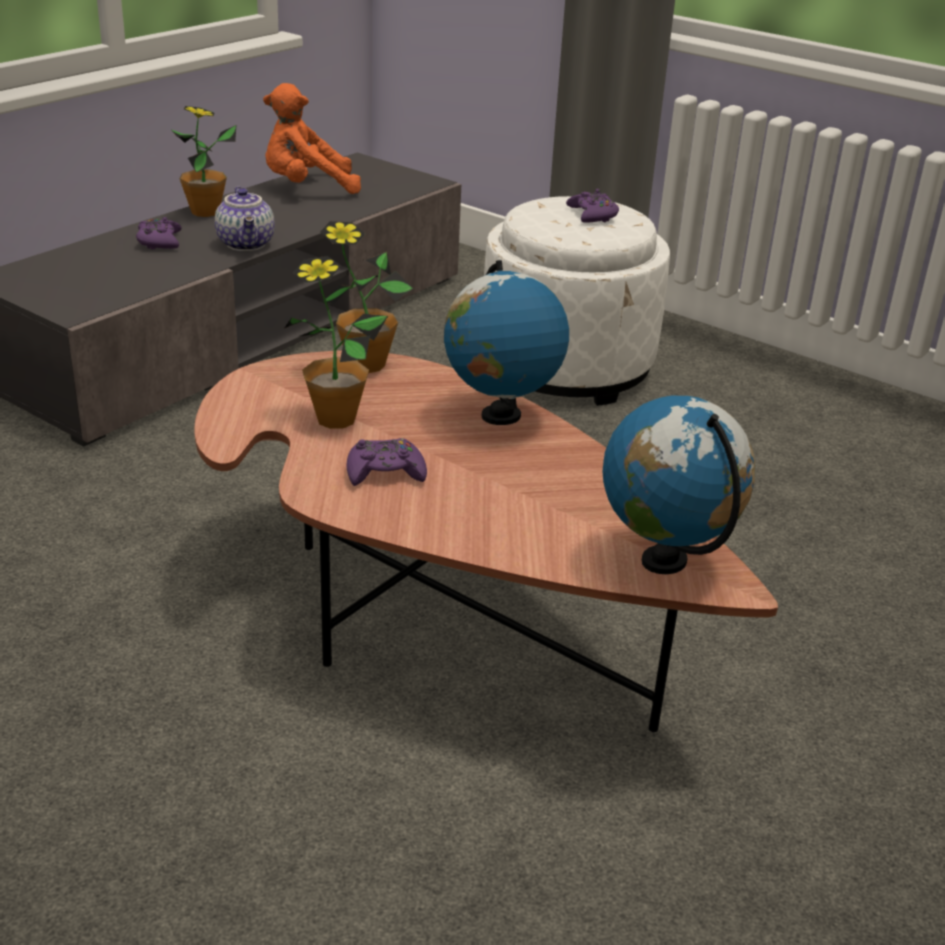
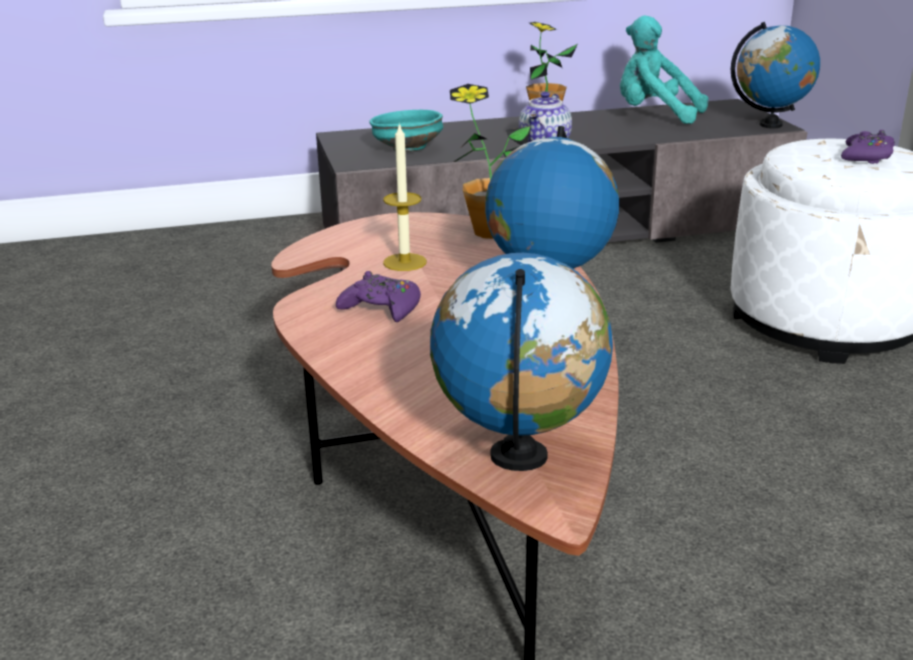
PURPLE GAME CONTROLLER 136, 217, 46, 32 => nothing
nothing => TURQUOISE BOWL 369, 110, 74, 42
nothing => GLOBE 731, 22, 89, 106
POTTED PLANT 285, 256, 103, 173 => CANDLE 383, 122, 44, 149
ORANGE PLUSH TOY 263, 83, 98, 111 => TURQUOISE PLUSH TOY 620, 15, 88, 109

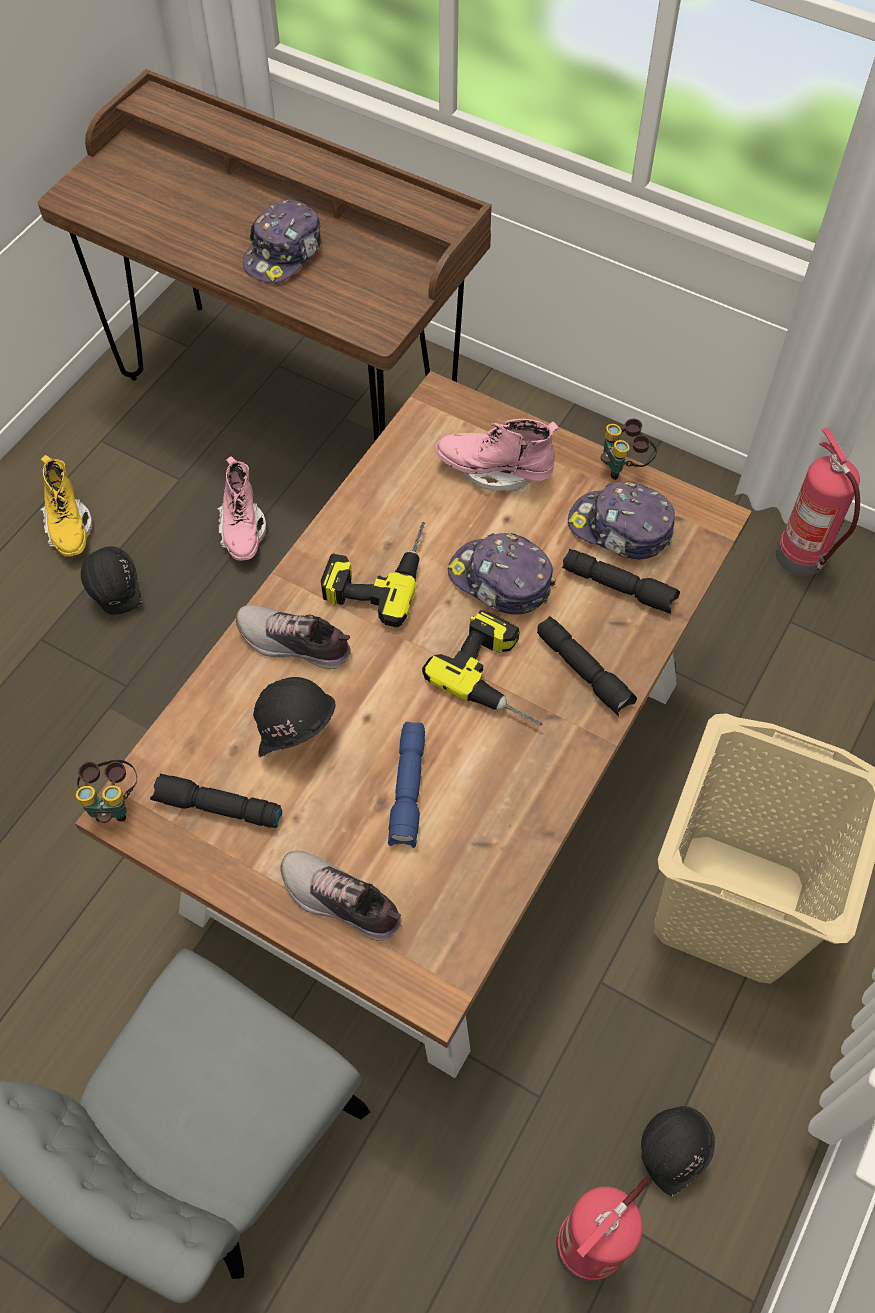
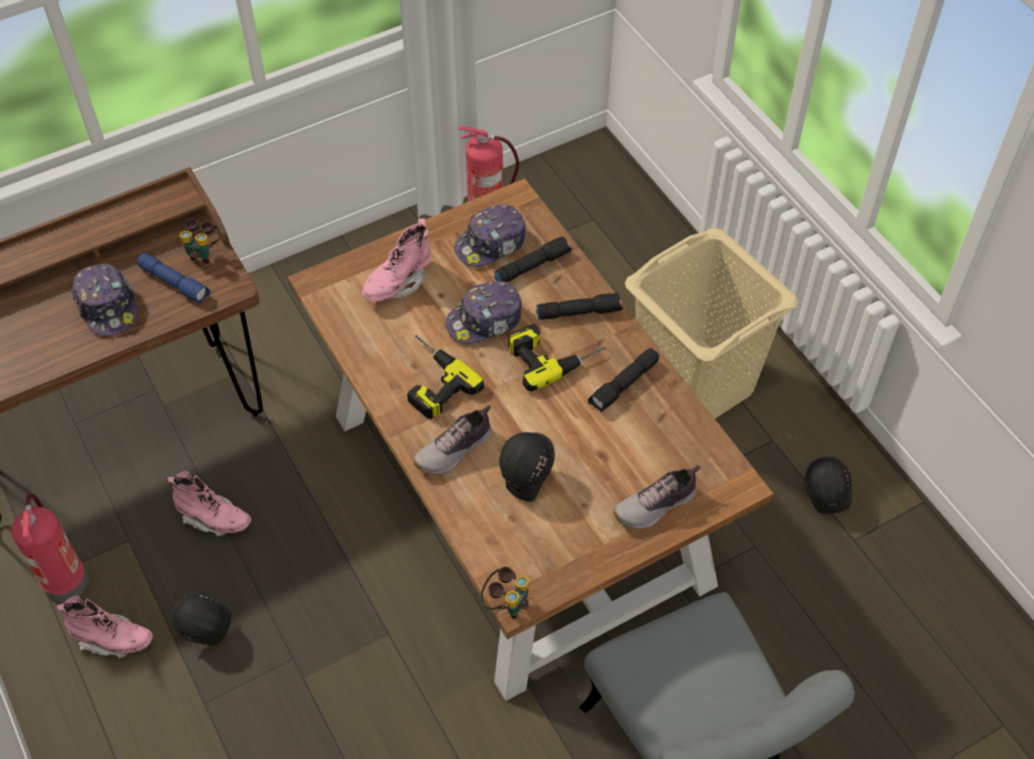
BLACK FLASHLIGHT 150, 774, 132, 54 => BLACK FLASHLIGHT 588, 348, 71, 65, shifted
BLUE FLASHLIGHT 388, 722, 37, 126 => BLUE FLASHLIGHT 137, 253, 73, 51, shifted
FIRE EXTINGUISHER 556, 1178, 94, 104 => FIRE EXTINGUISHER 11, 493, 77, 110, shifted
BINOCULARS 601, 419, 56, 61 => BINOCULARS 180, 219, 41, 44, shifted
YELLOW BOOT 40, 455, 52, 102 => PINK BOOT 57, 595, 96, 63

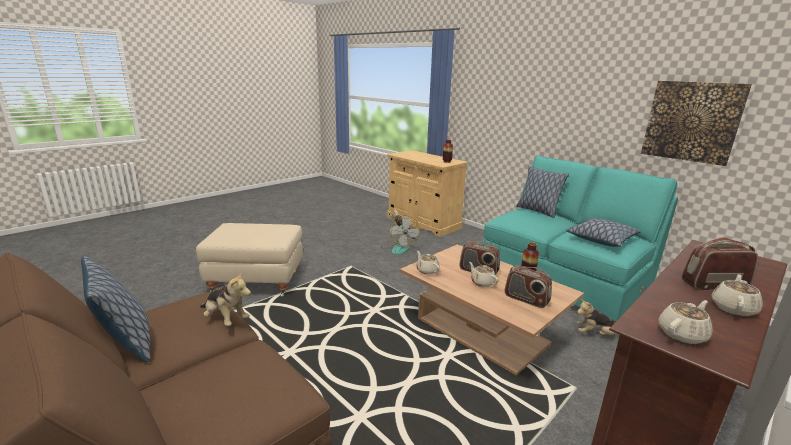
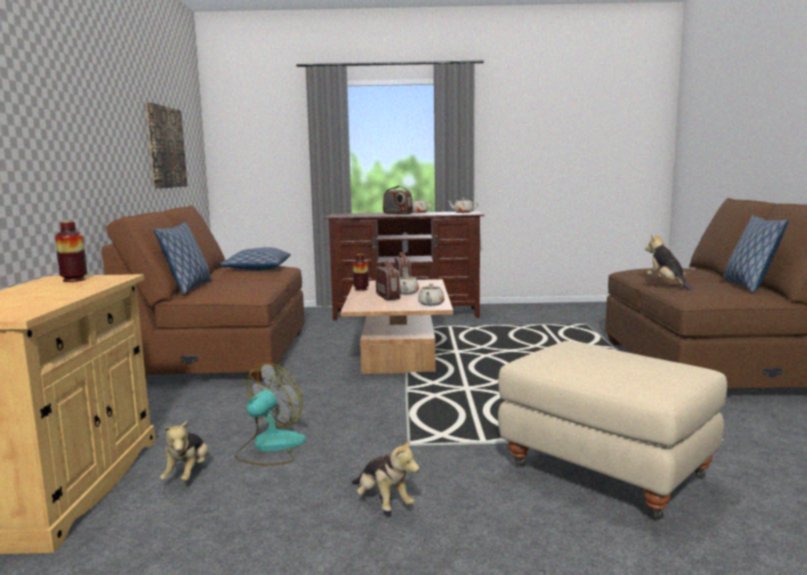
PLUSH TOY 576, 299, 44, 37 => PLUSH TOY 352, 437, 68, 74, shifted
TURQUOISE SOFA 482, 155, 196, 168 => BROWN SOFA 102, 205, 203, 176

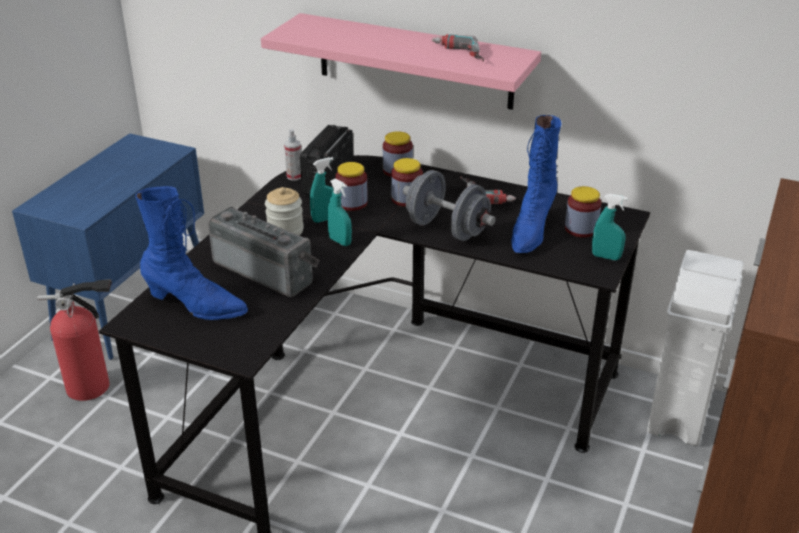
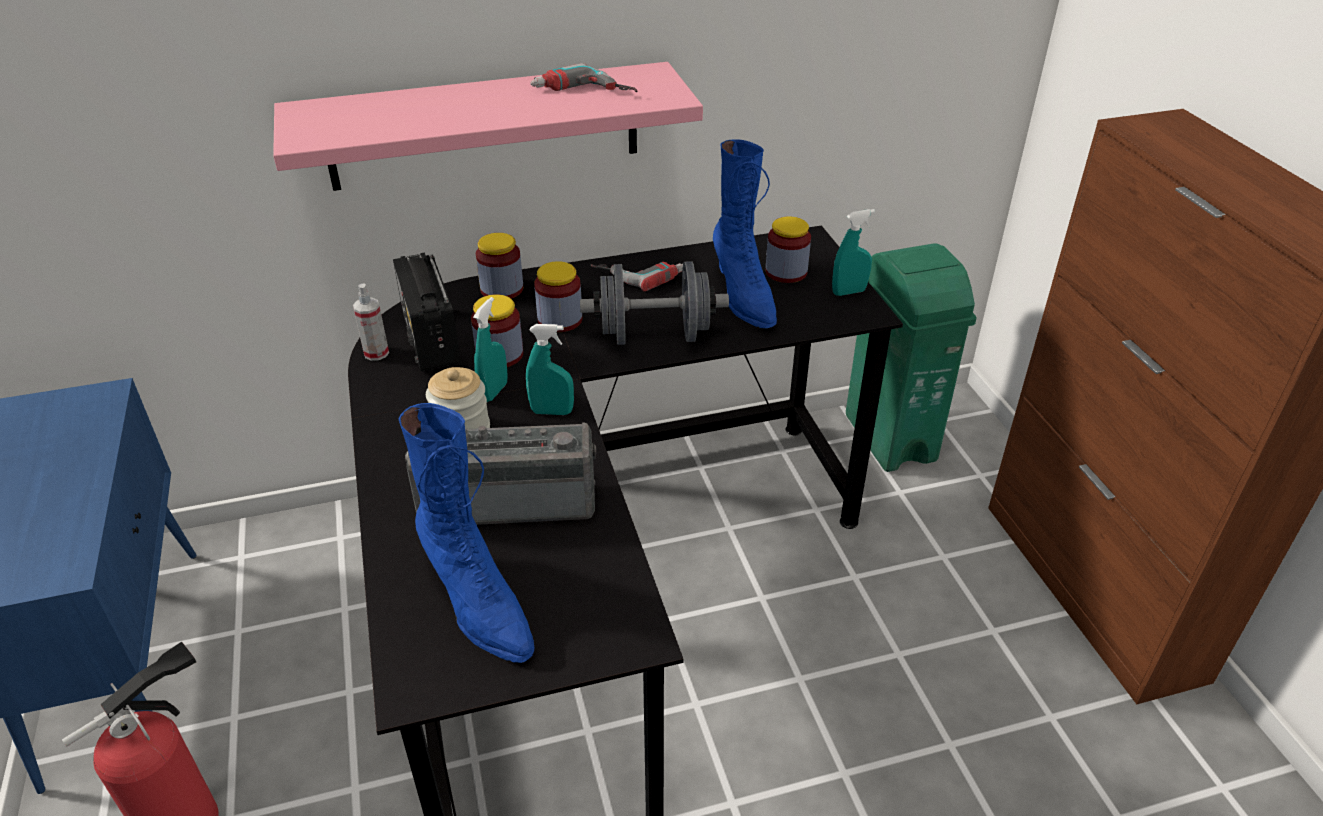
WHITE TRASH CAN 647, 250, 96, 196 => GREEN TRASH CAN 846, 243, 131, 229
BLUE BOOT 136, 186, 112, 134 => BLUE BOOT 398, 403, 136, 260, 75 degrees clockwise

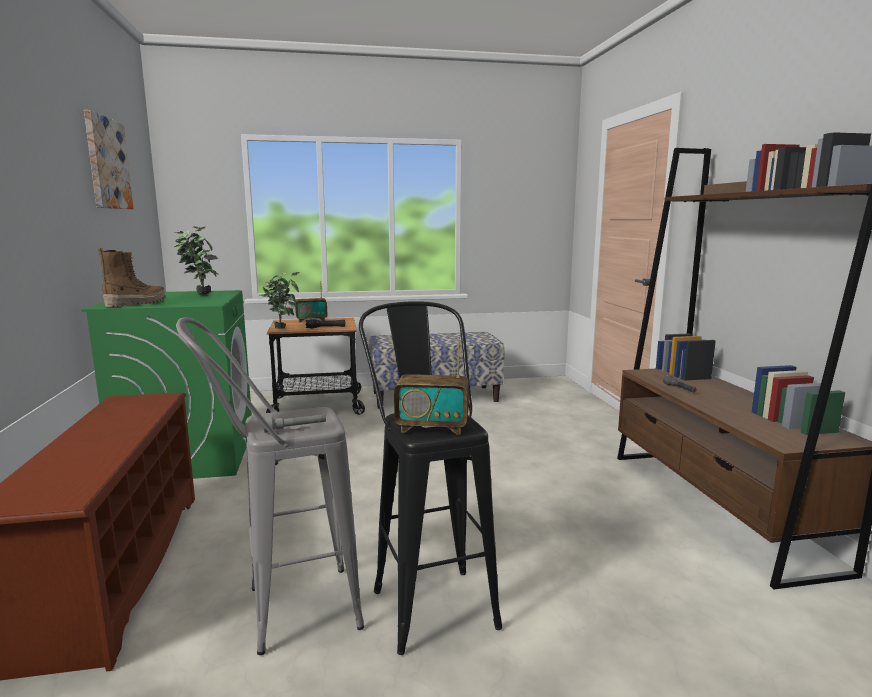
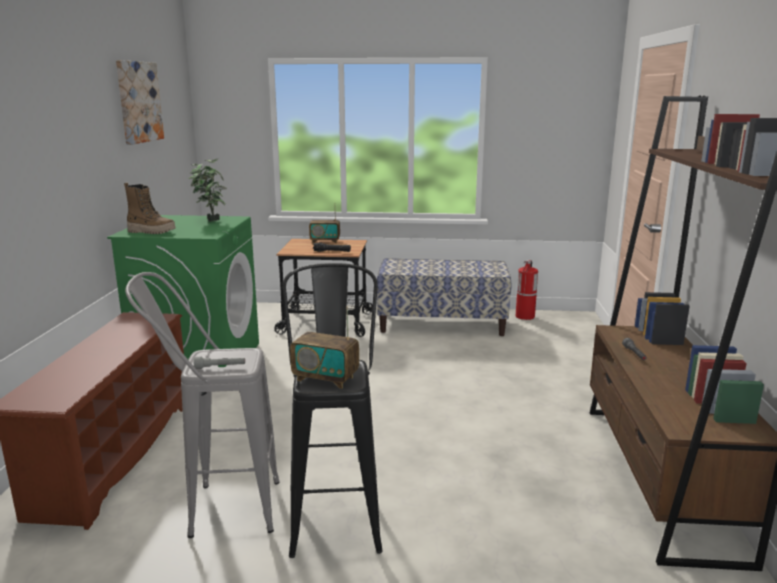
POTTED PLANT 260, 272, 39, 57 => nothing
nothing => FIRE EXTINGUISHER 516, 260, 22, 60
BOOT 98, 248, 68, 59 => BOOT 124, 183, 52, 51, 45 degrees clockwise

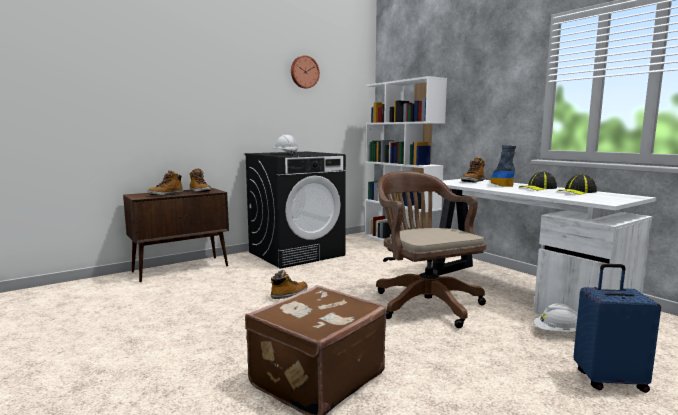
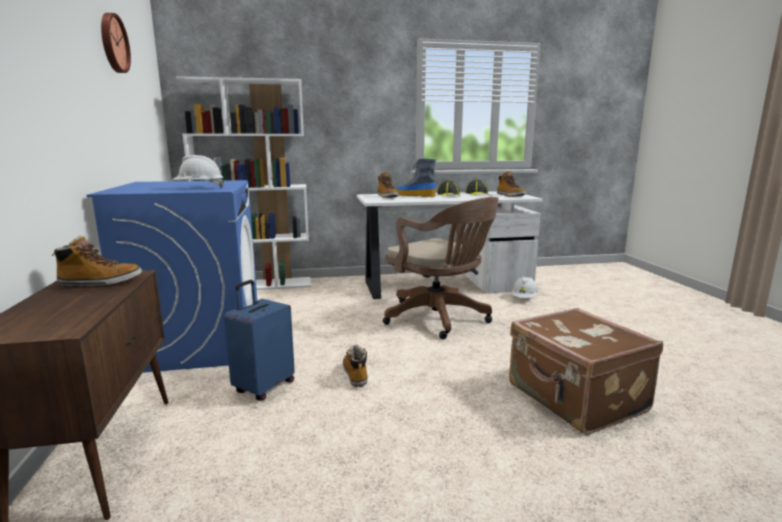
BOOT 147, 170, 36, 26 => BOOT 497, 171, 29, 26, shifted
BLUE SUITCASE 573, 264, 88, 129 => BLUE SUITCASE 224, 280, 71, 121, shifted
BLACK WASHING MACHINE 245, 152, 101, 117 => BLUE WASHING MACHINE 87, 180, 170, 193
BROWN OFFICE CHAIR 376, 171, 110, 157 => BROWN OFFICE CHAIR 383, 197, 116, 142, 135 degrees counterclockwise

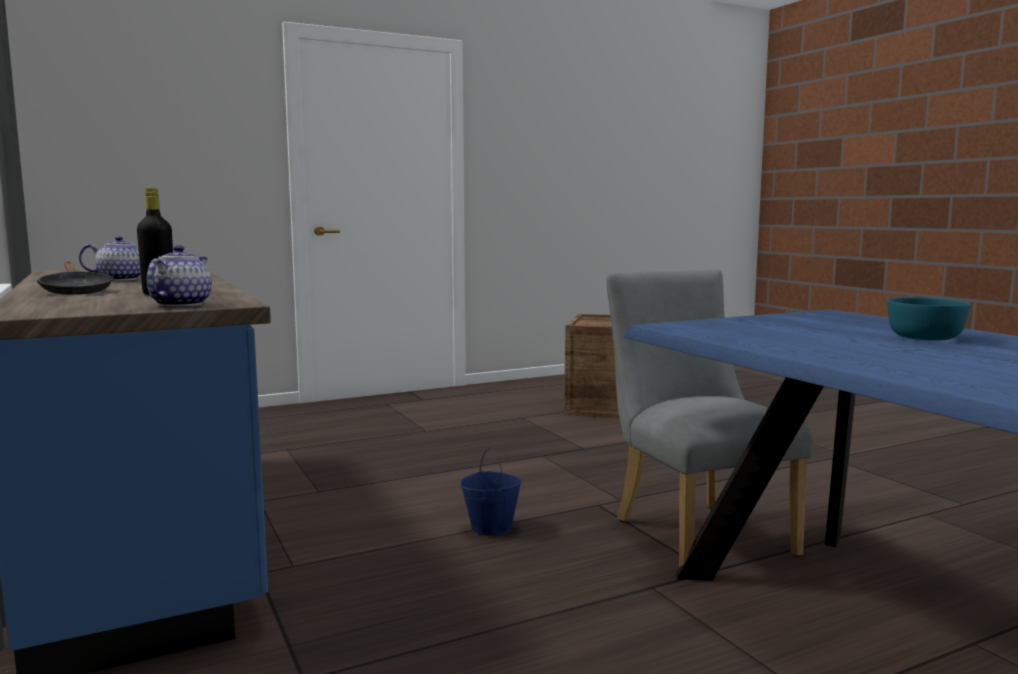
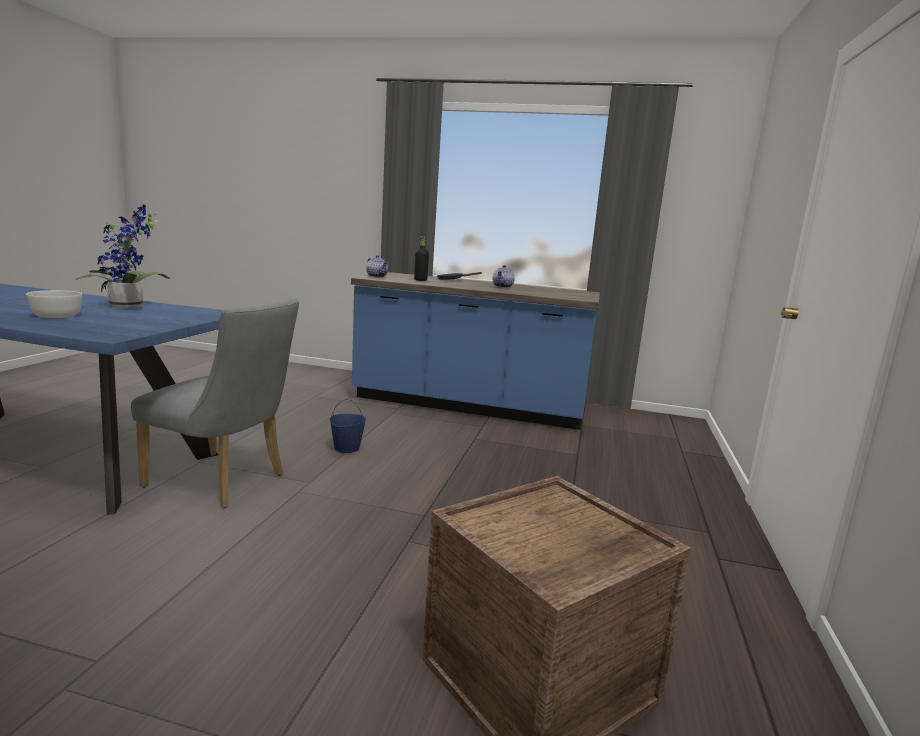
nothing => POTTED PLANT 75, 204, 95, 104
TURQUOISE BOWL 887, 297, 84, 44 => WHITE BOWL 26, 290, 56, 28

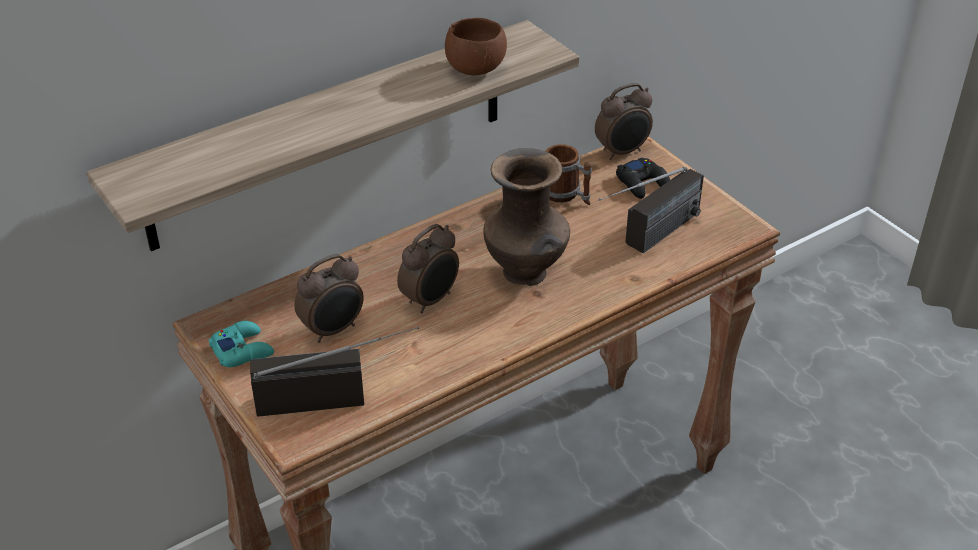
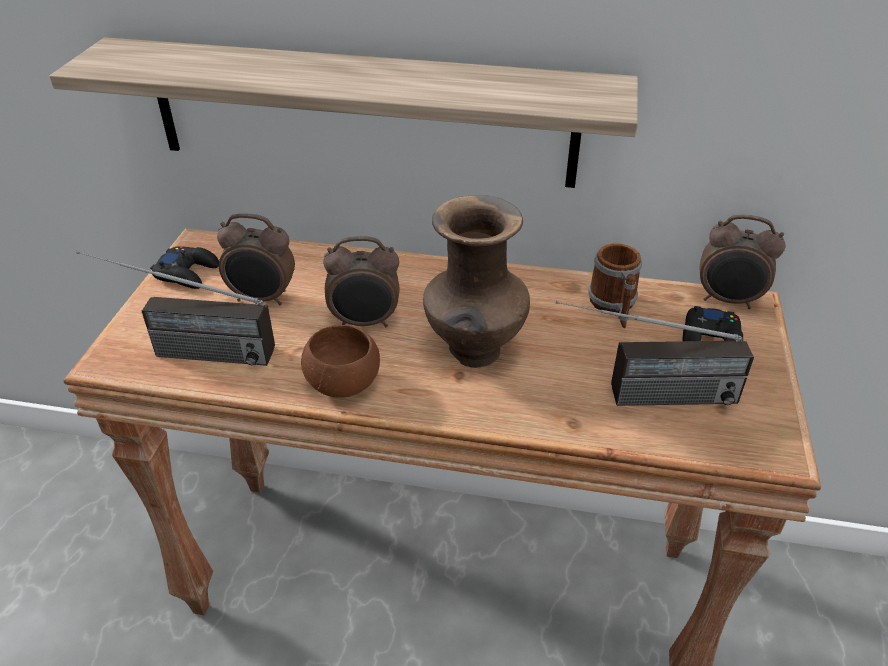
BROWN BOWL 445, 18, 62, 57 => BROWN BOWL 301, 325, 79, 73, shifted
TURQUOISE GAME CONTROLLER 208, 321, 66, 46 => BLACK GAME CONTROLLER 150, 246, 69, 43
RADIO 250, 326, 169, 91 => RADIO 76, 251, 199, 115, 150 degrees clockwise

